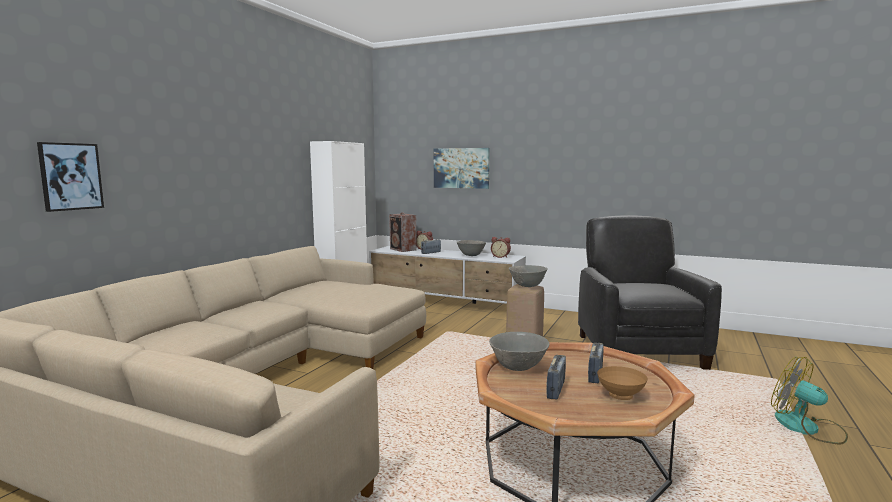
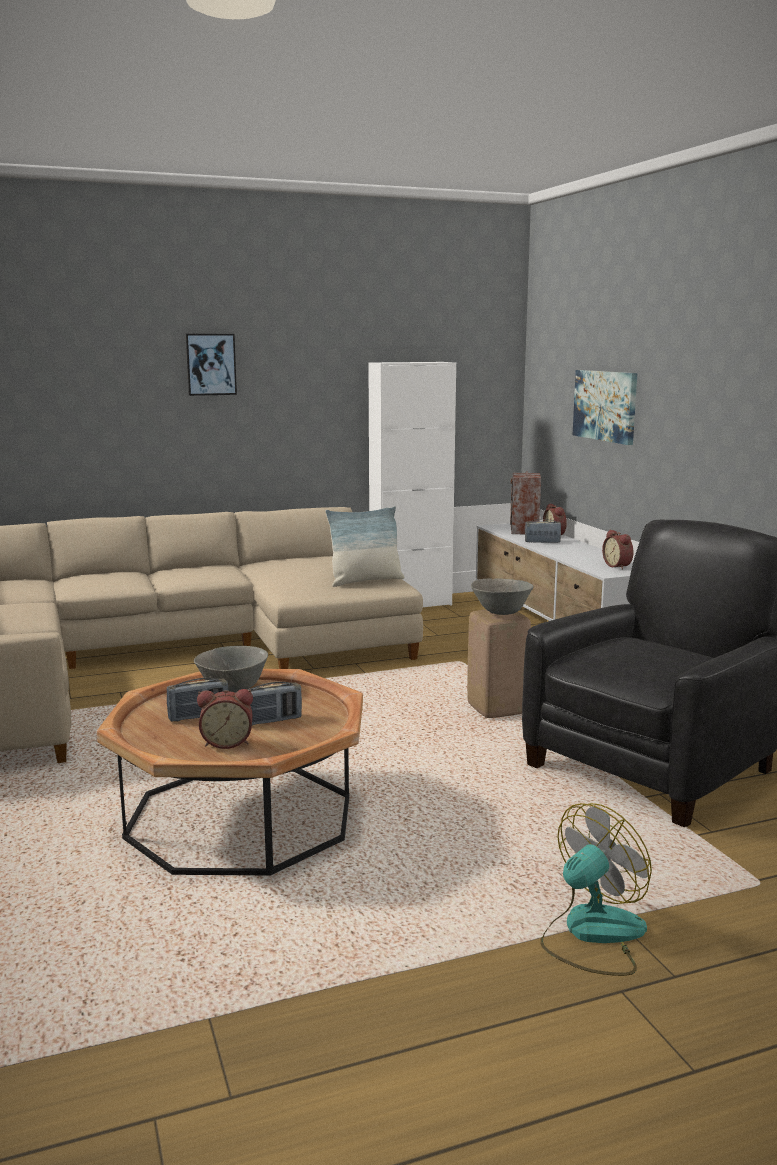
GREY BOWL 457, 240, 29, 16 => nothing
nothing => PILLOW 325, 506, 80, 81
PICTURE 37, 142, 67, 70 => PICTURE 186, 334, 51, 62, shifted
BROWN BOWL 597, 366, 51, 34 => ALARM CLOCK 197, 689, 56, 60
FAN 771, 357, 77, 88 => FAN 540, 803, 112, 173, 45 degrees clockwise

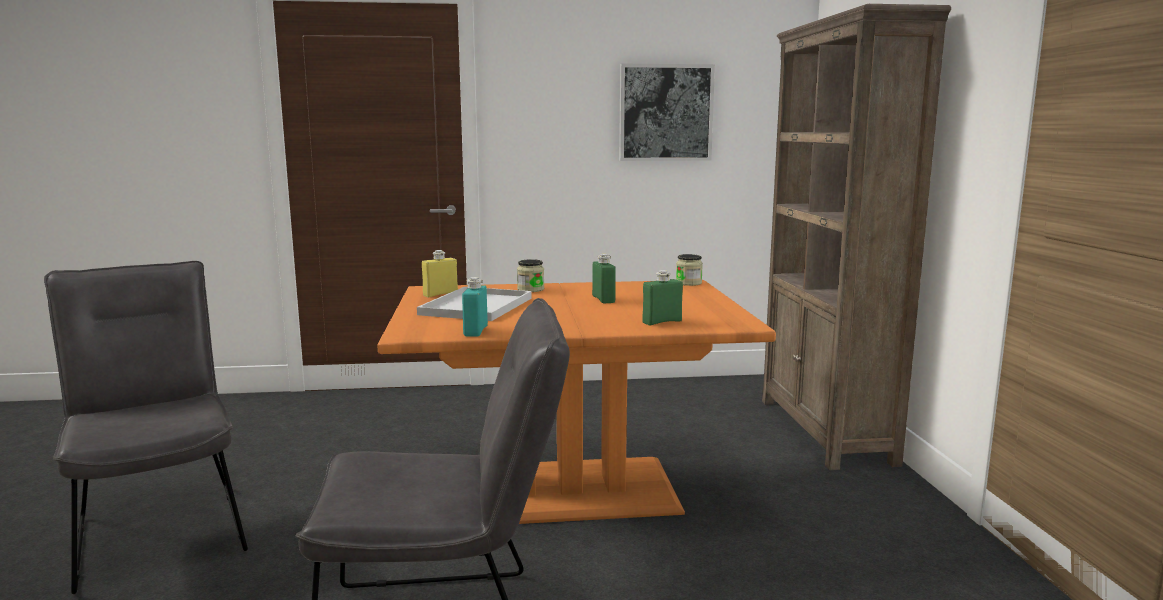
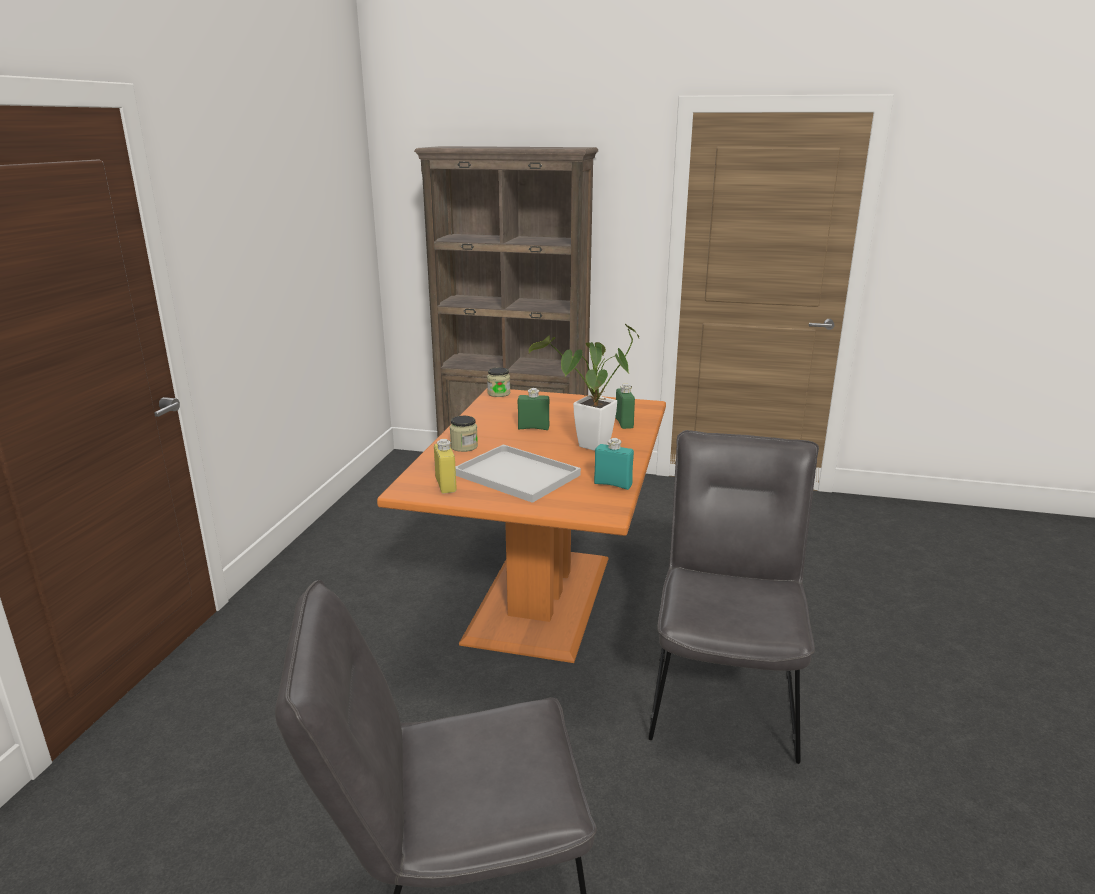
PICTURE 619, 64, 96, 97 => nothing
nothing => POTTED PLANT 528, 324, 111, 127

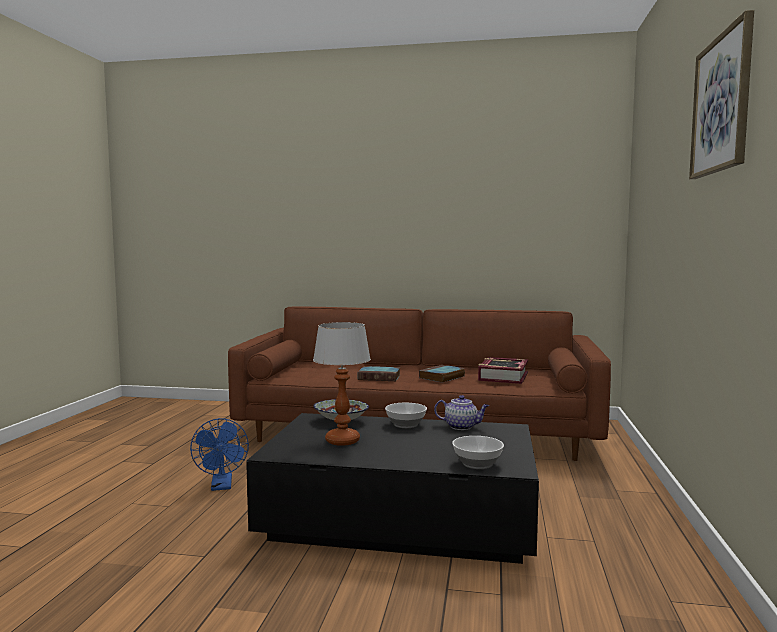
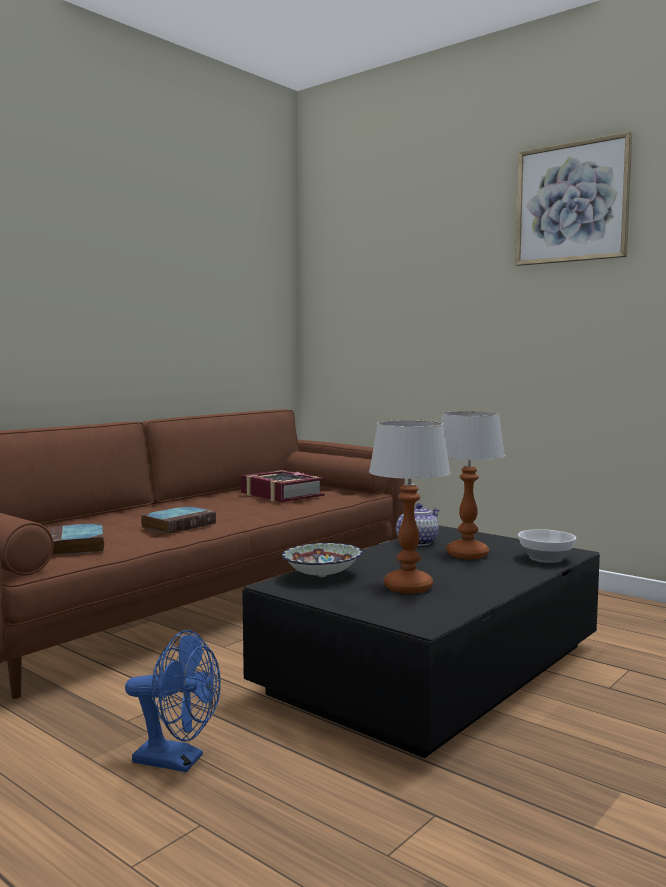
BOWL 385, 403, 42, 25 => nothing
nothing => TABLE LAMP 441, 411, 64, 148
BOOK 419, 365, 46, 18 => BOOK 50, 523, 54, 32, shifted

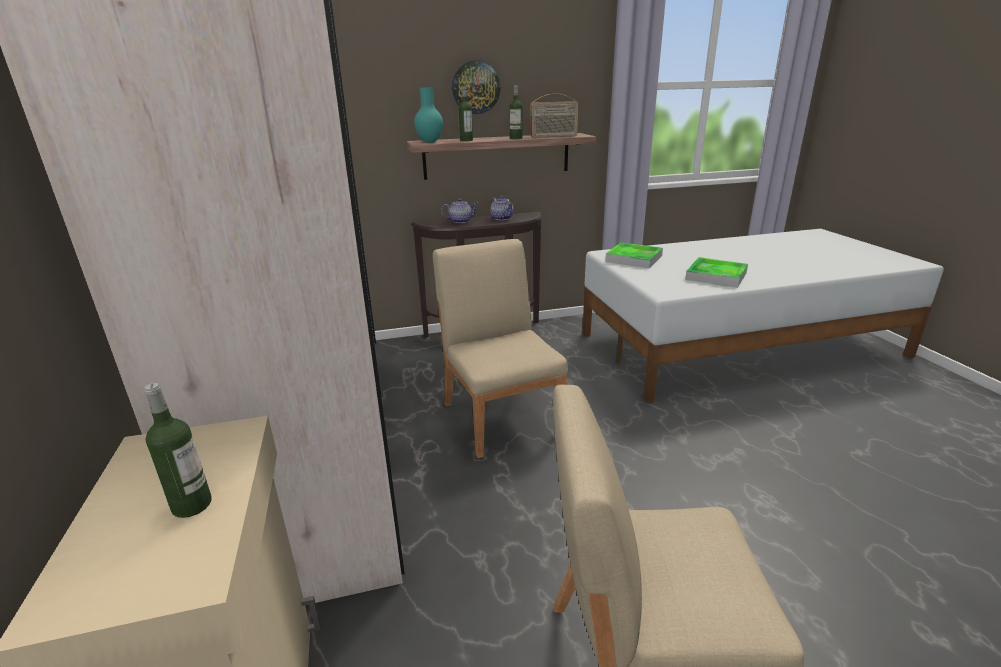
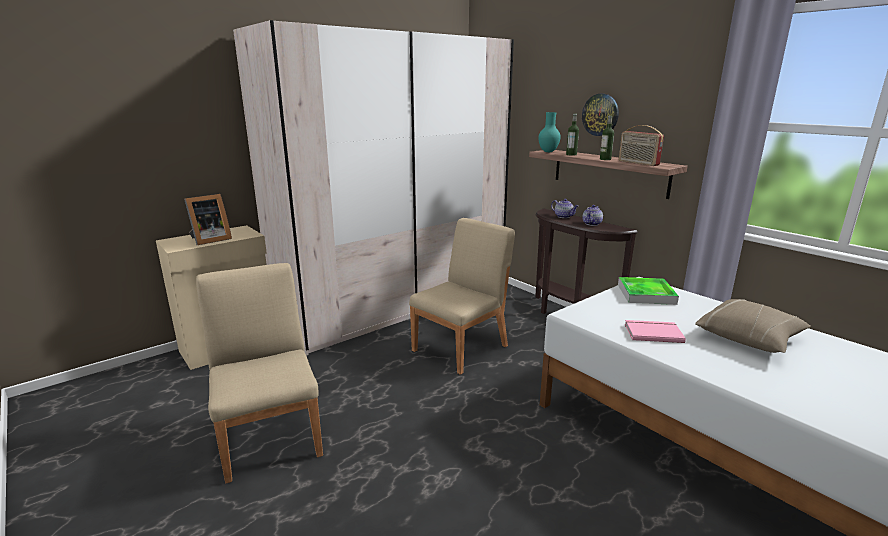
nothing => BEIGE PILLOW 695, 299, 116, 54
BOTTLE 144, 383, 68, 135 => PICTURE FRAME 184, 194, 48, 51
TRAY 685, 257, 63, 31 => PINK BOOK 625, 320, 61, 23

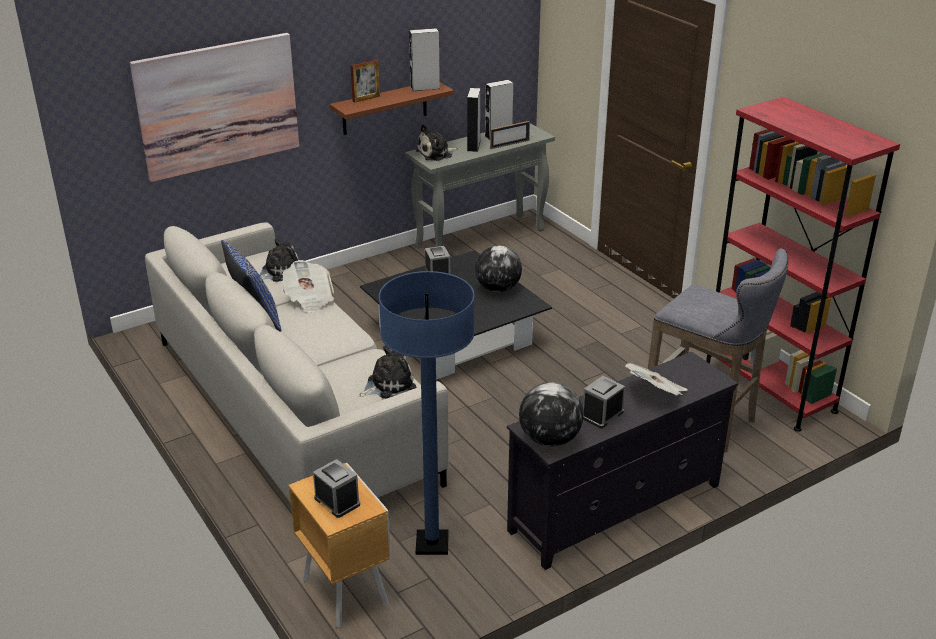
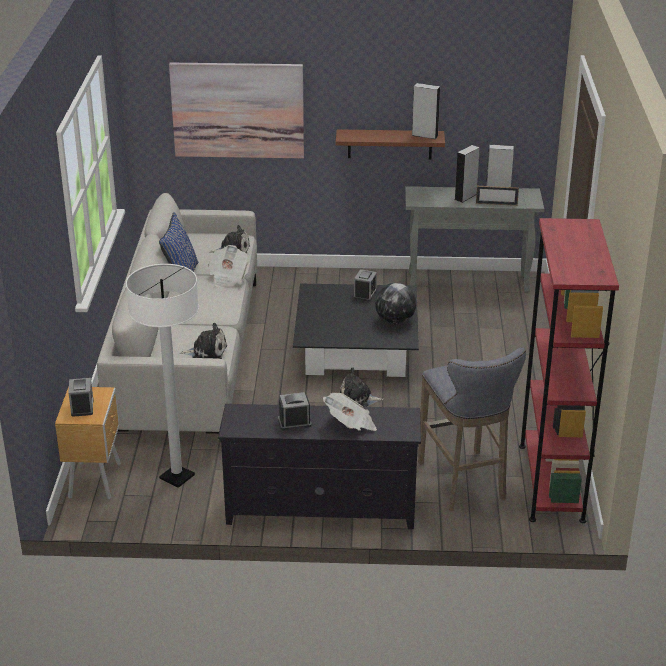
PICTURE FRAME 351, 60, 29, 43 => nothing
GLOBE 519, 382, 65, 65 => nothing
PLUSH TOY 416, 124, 42, 37 => PLUSH TOY 340, 368, 44, 39, shifted
BLUE FLOOR LAMP 379, 271, 96, 284 => WHITE FLOOR LAMP 126, 264, 73, 224

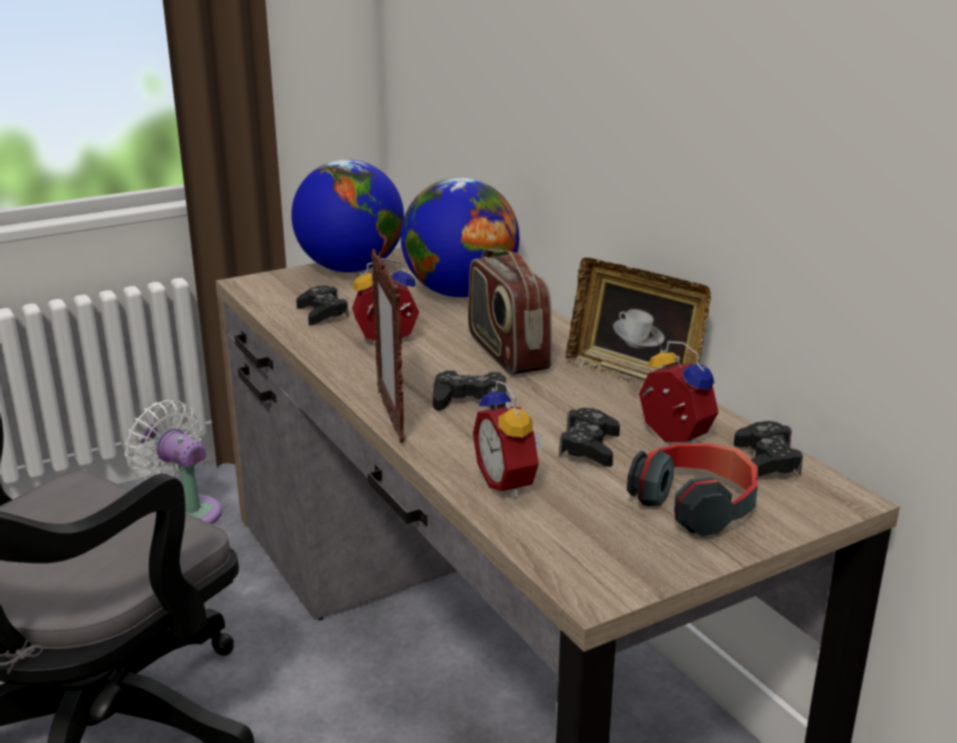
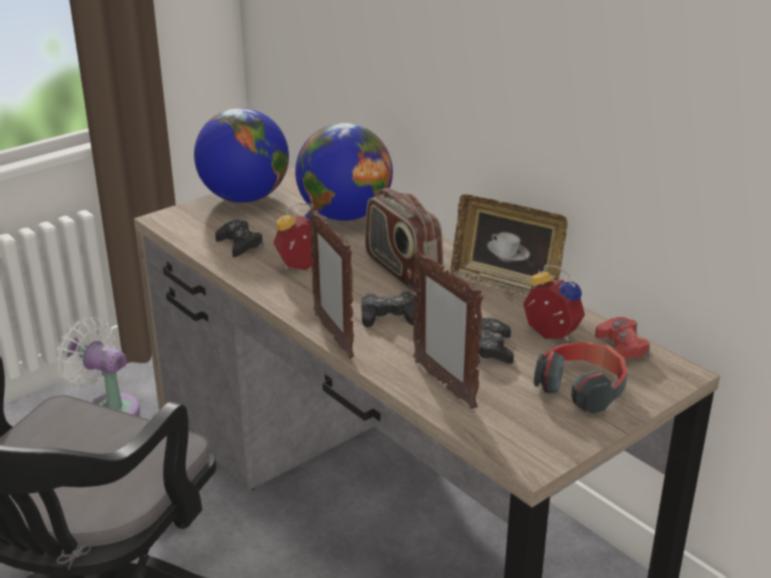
ALARM CLOCK 473, 380, 71, 118 => PICTURE FRAME 413, 249, 71, 160
BLACK GAME CONTROLLER 734, 421, 69, 56 => RED GAME CONTROLLER 595, 317, 55, 43

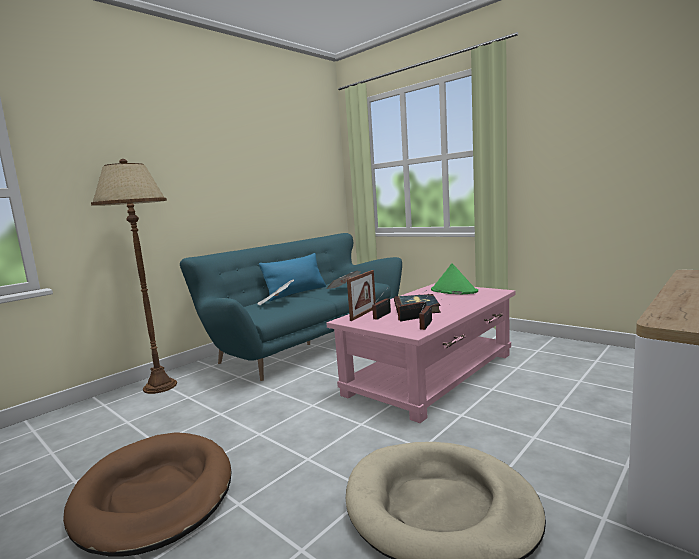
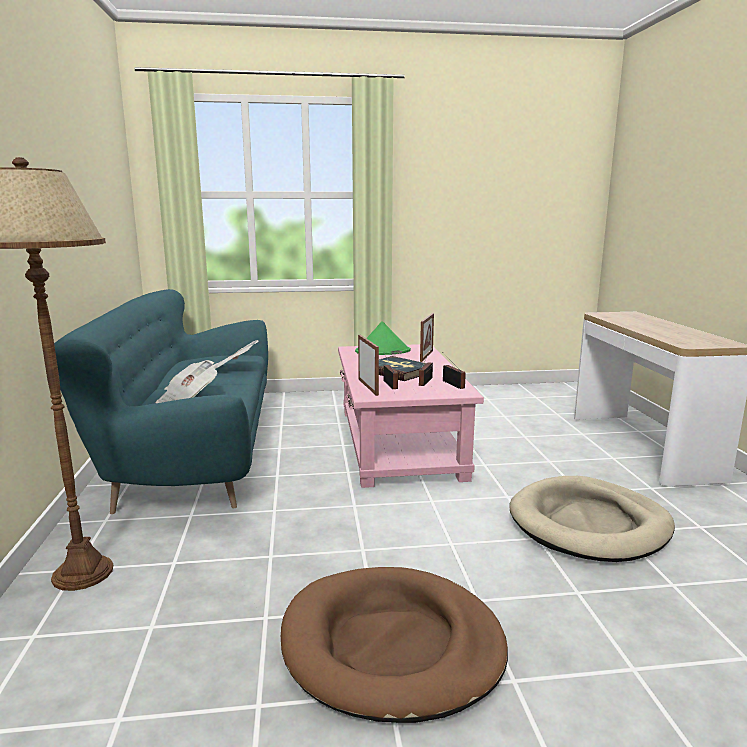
BLUE PILLOW 259, 253, 67, 48 => nothing
nothing => PICTURE FRAME 420, 313, 14, 49

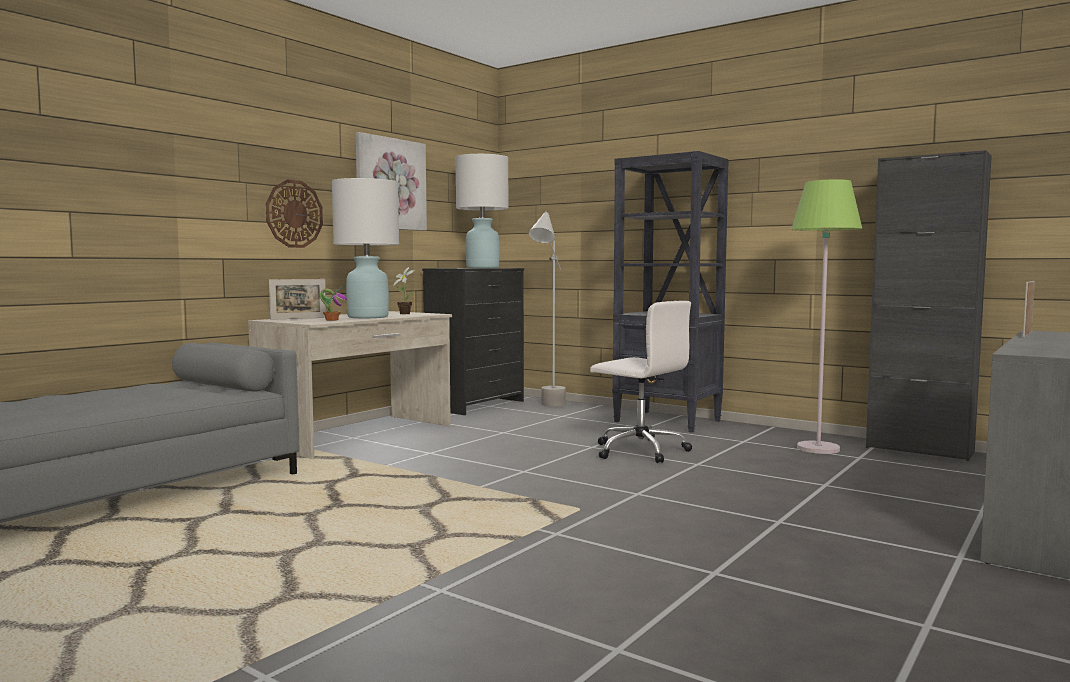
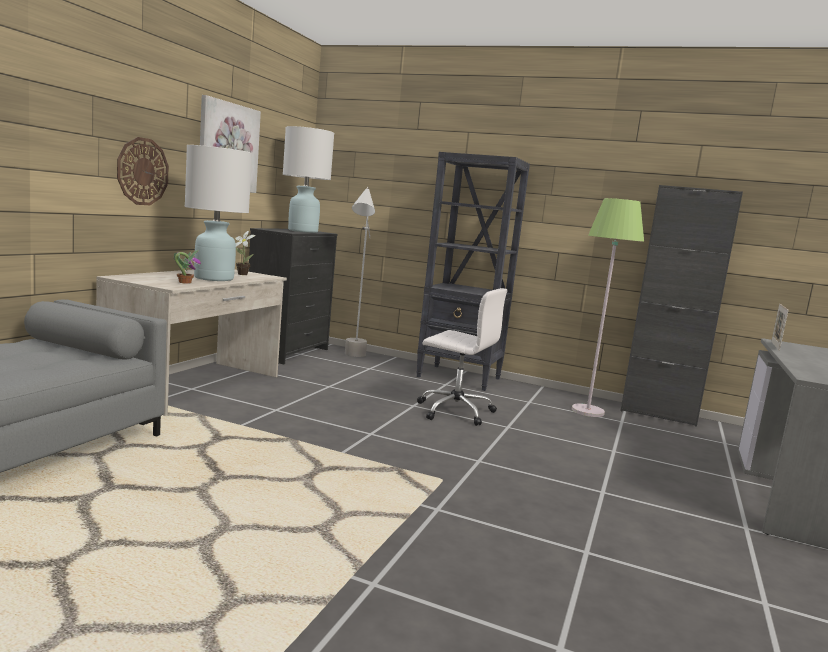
PICTURE FRAME 269, 279, 57, 41 => nothing

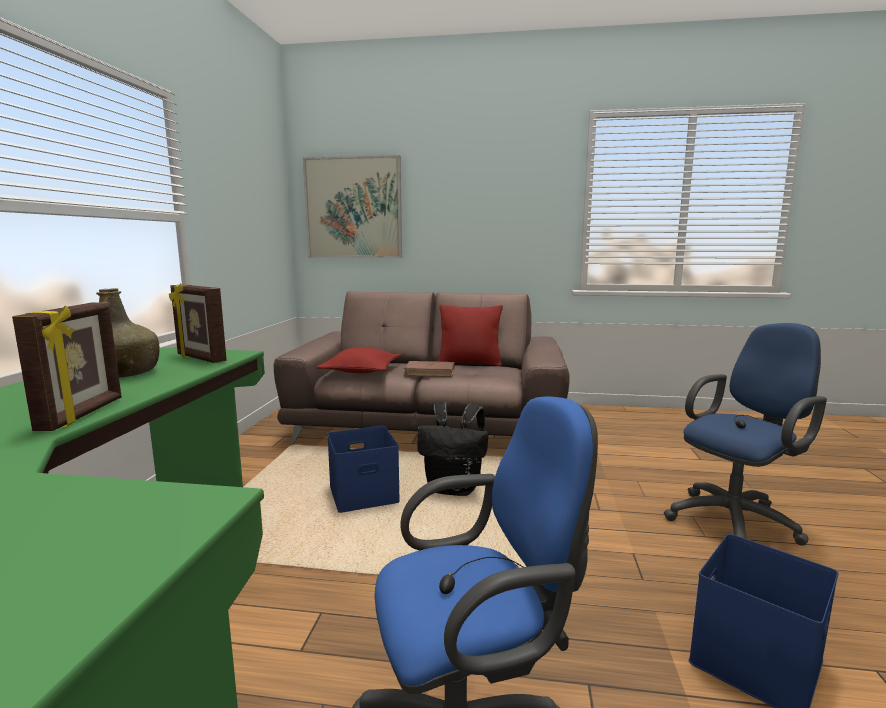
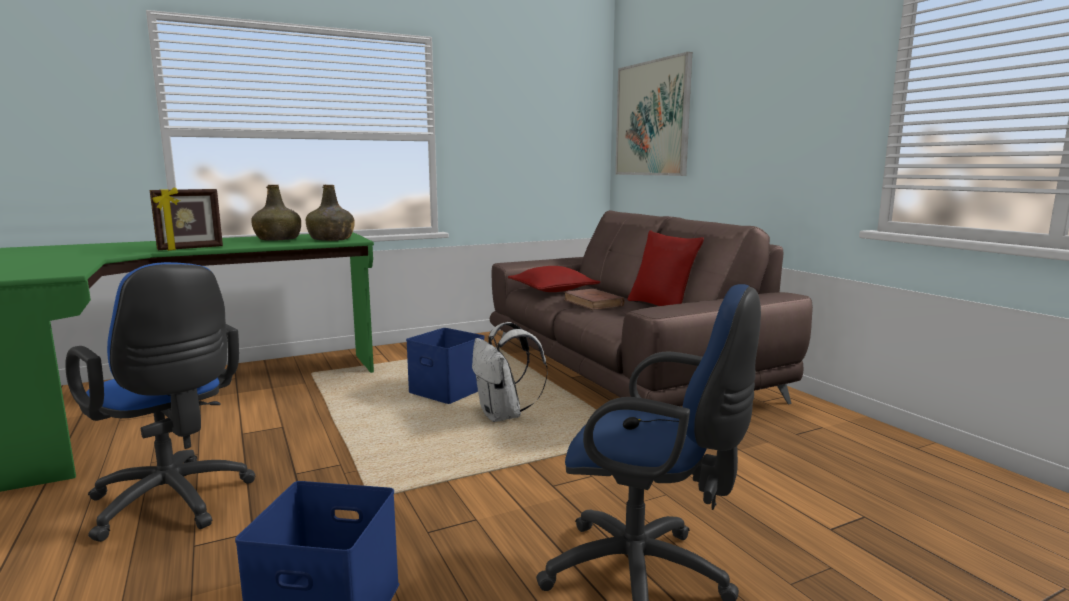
PICTURE FRAME 169, 283, 58, 80 => GREEN BOTTLE 305, 185, 50, 56
BLACK BACKPACK 417, 402, 71, 94 => WHITE BACKPACK 472, 322, 76, 100

